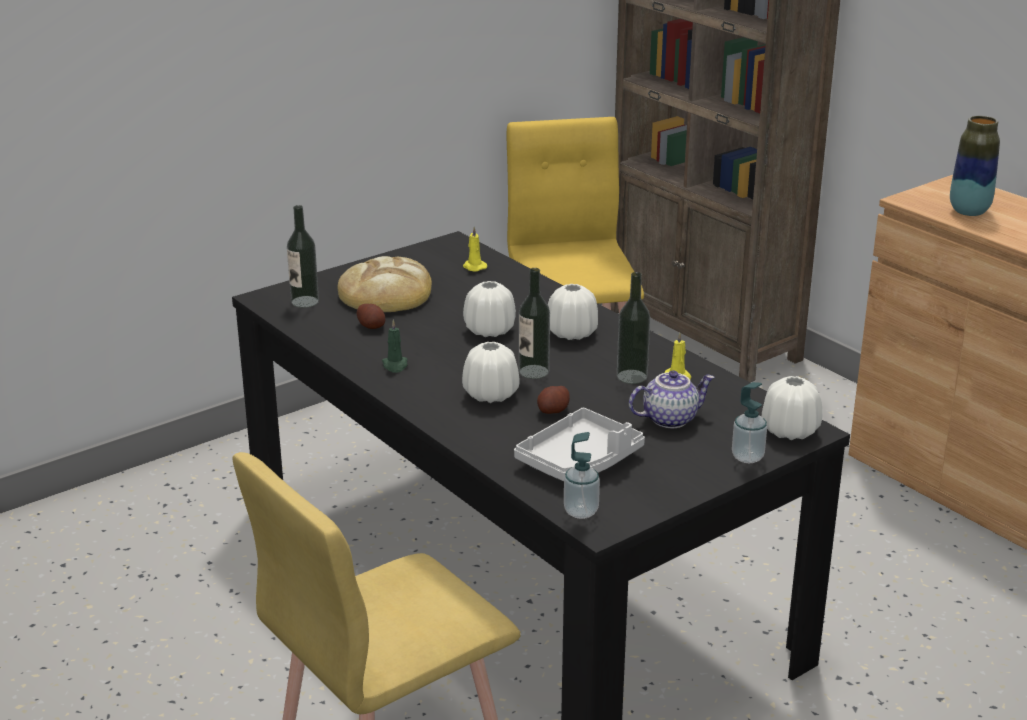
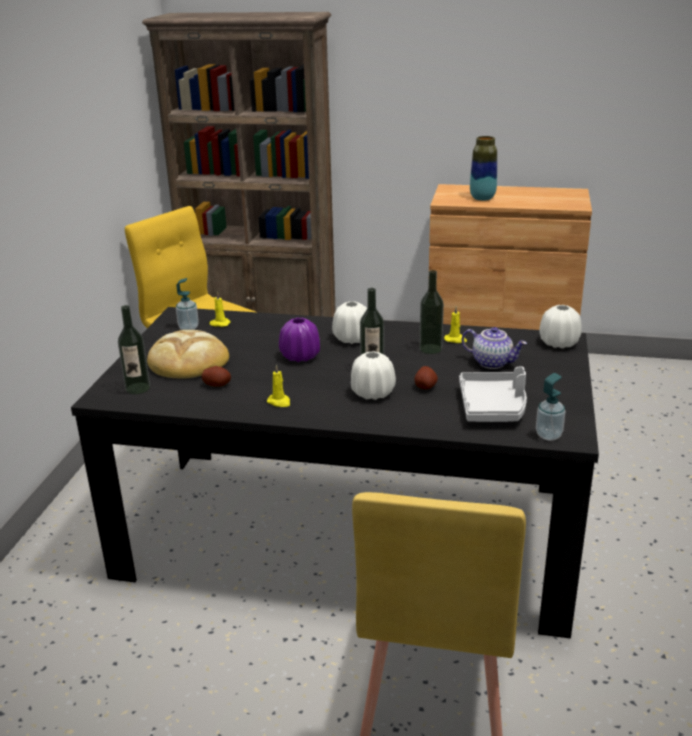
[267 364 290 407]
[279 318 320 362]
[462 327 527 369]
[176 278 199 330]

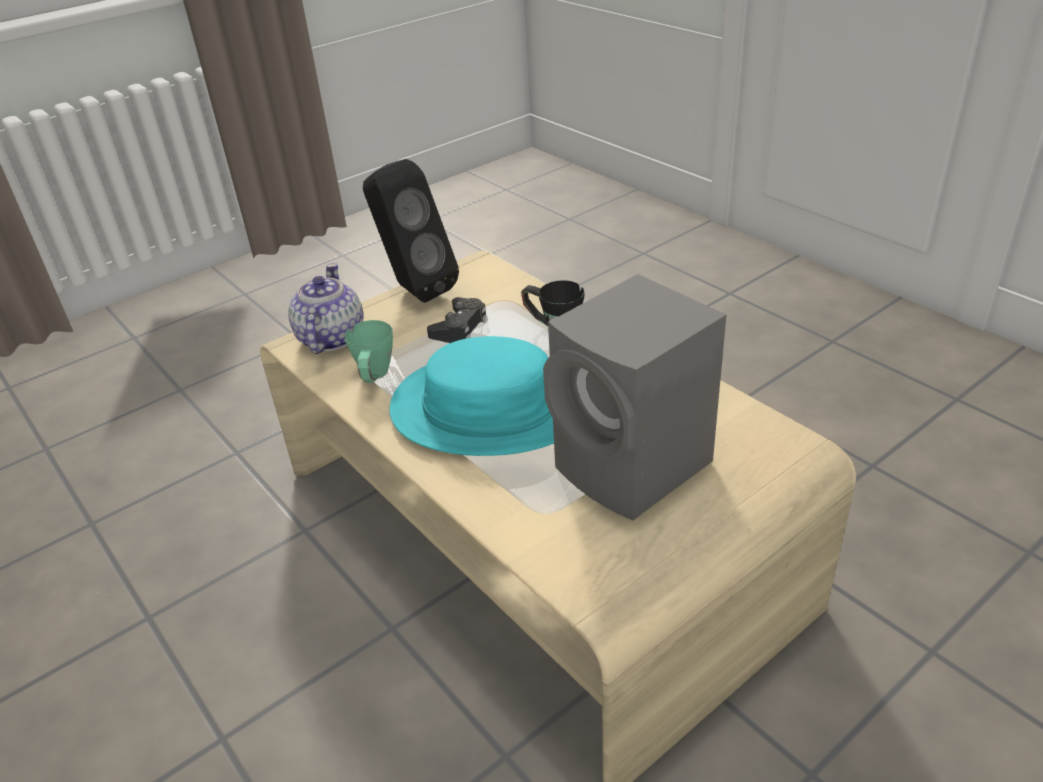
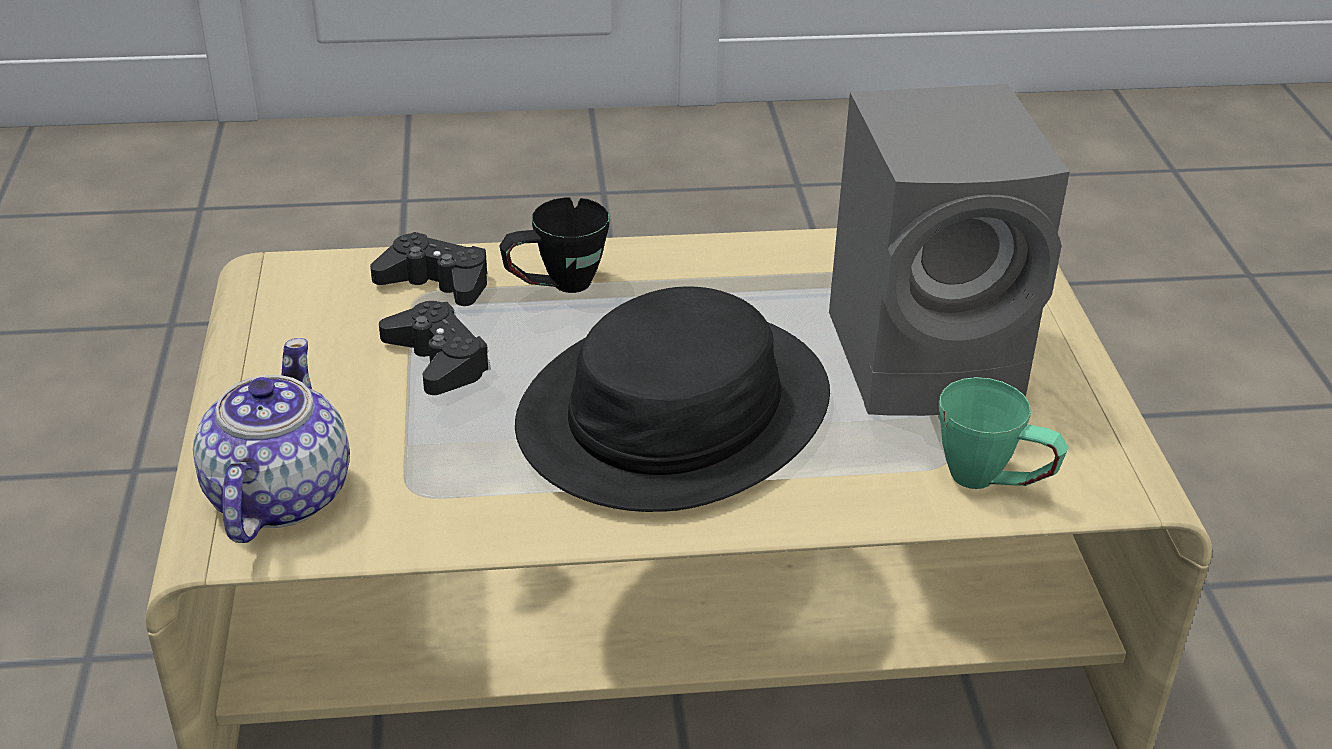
[193 338 350 543]
[939 377 1069 489]
[363 159 459 303] (first image)
[515 287 830 512]
[370 232 487 306]

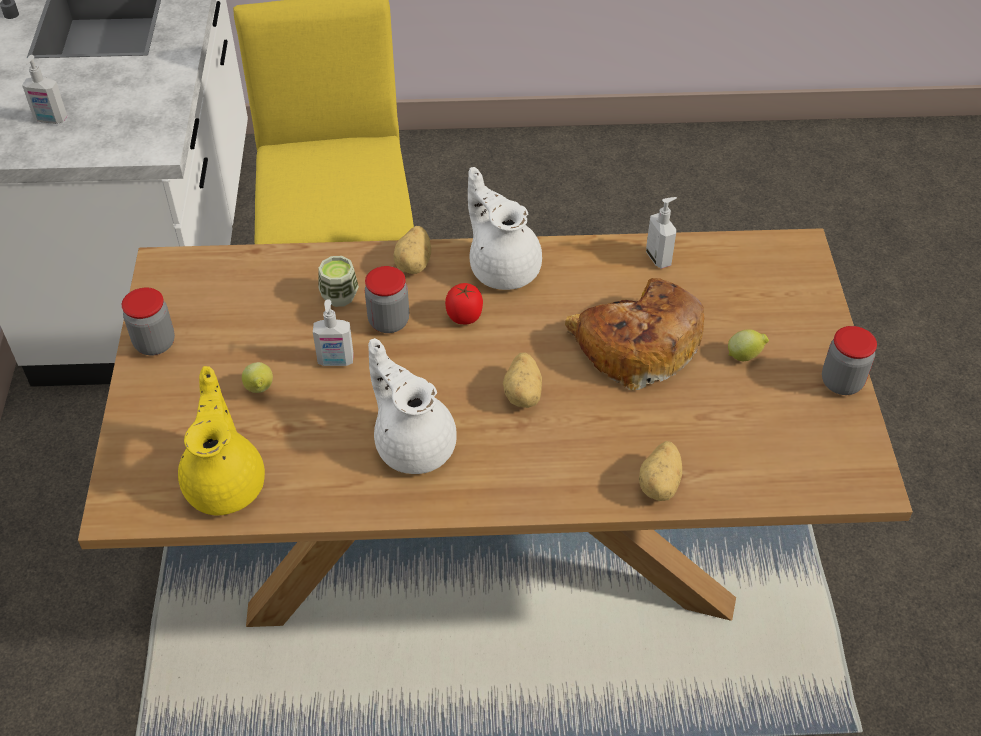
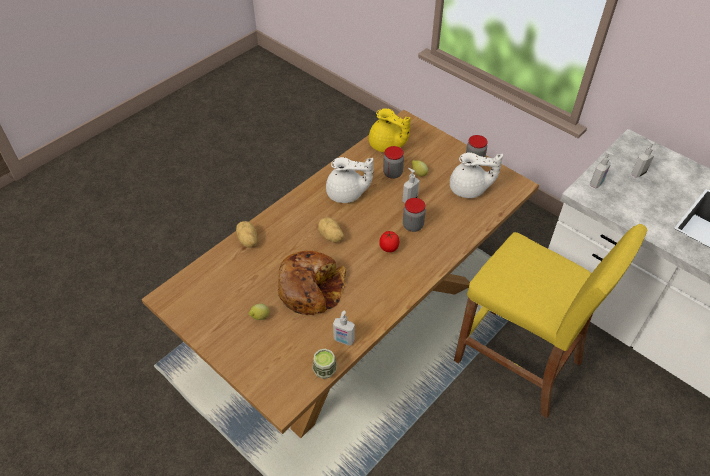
[312 348 337 379]
[394 226 431 274] (first image)
[450 152 503 198]
[383 146 404 179]
[590 151 614 188]

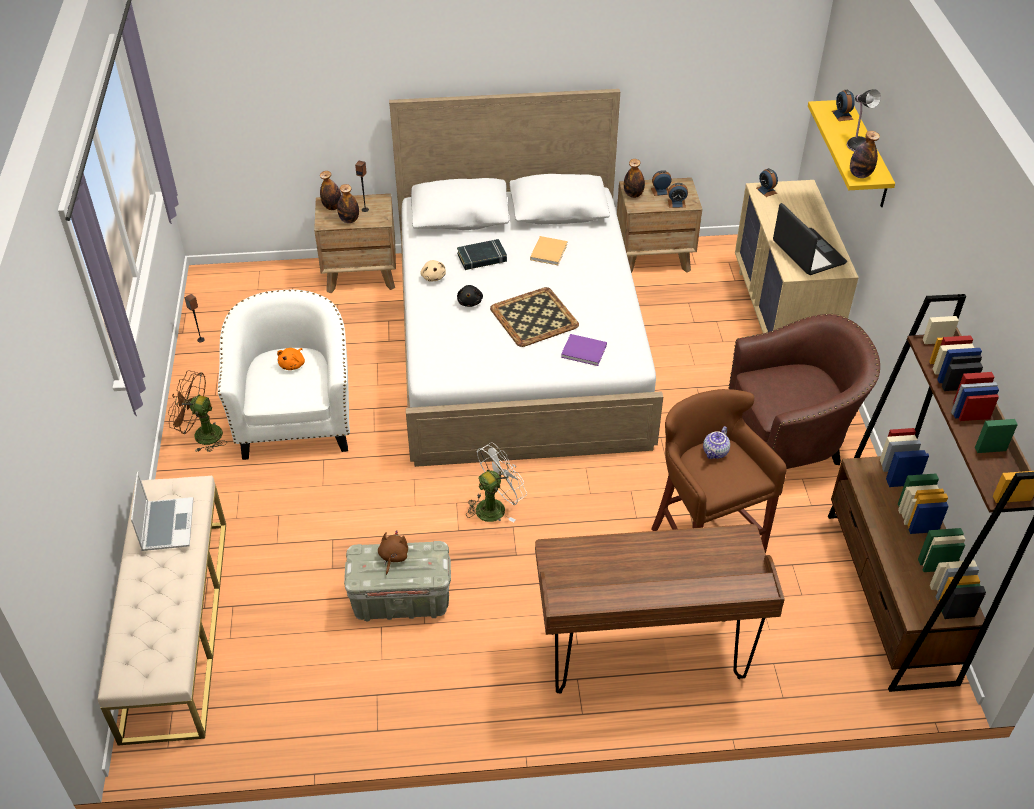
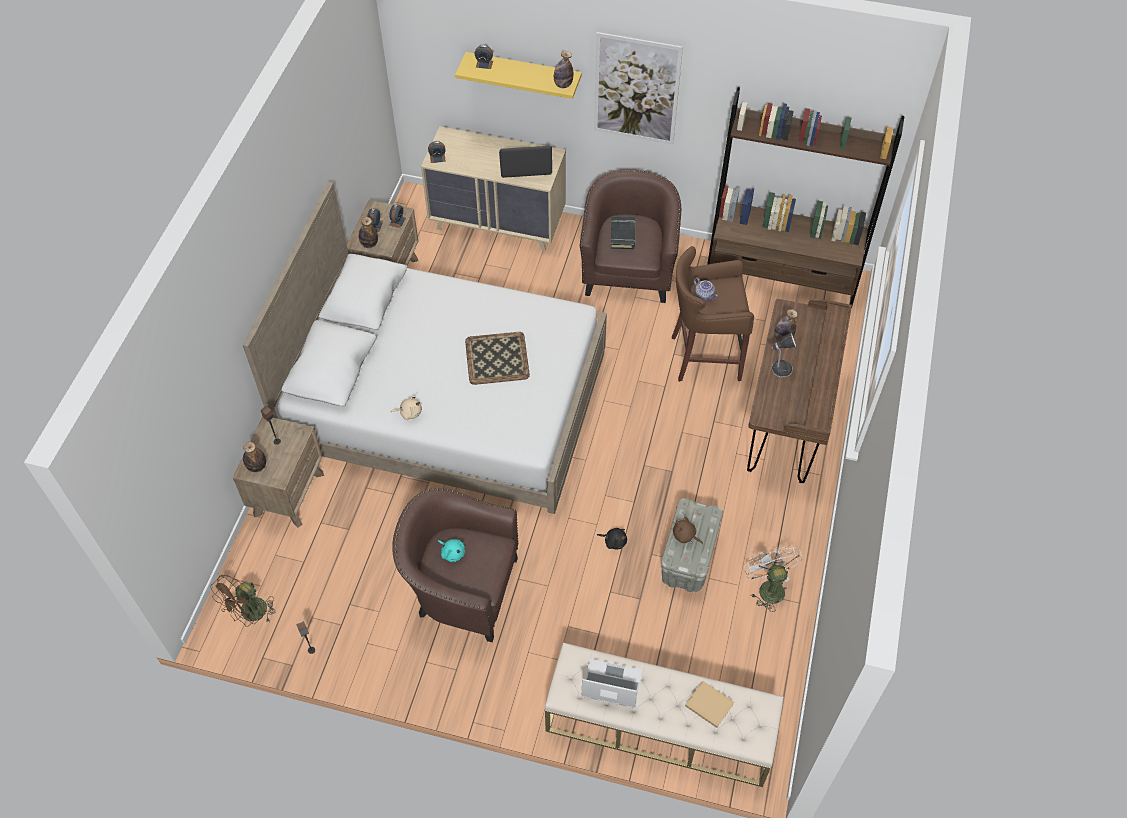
[211 574 275 627]
[392 488 518 642]
[438 539 465 562]
[774 309 798 341]
[611 217 635 249]
[597 528 627 550]
[744 545 803 612]
[685 680 734 728]
[561 334 607 366] (first image)
[771 333 796 378]
[594 32 683 145]

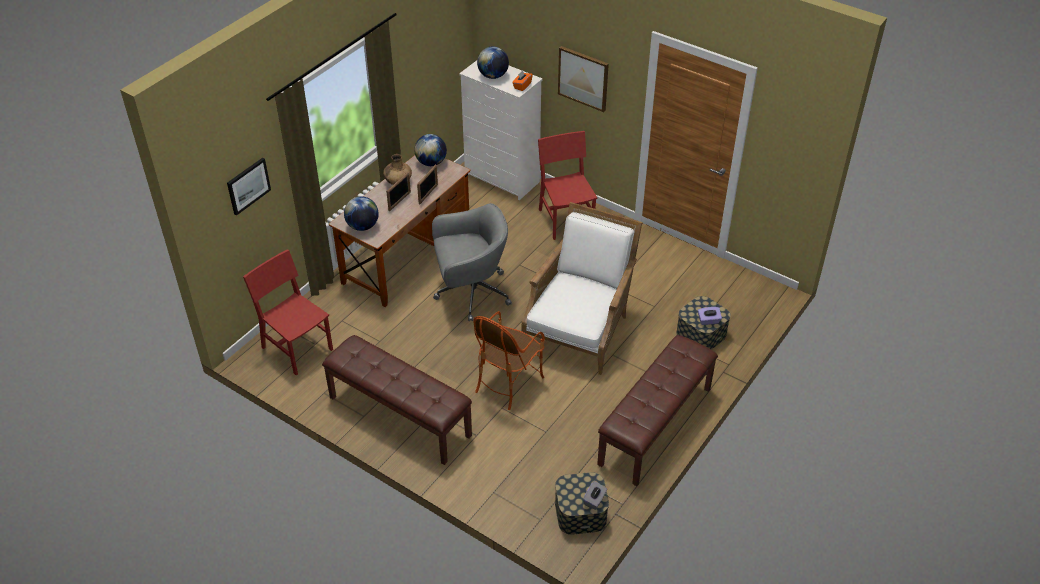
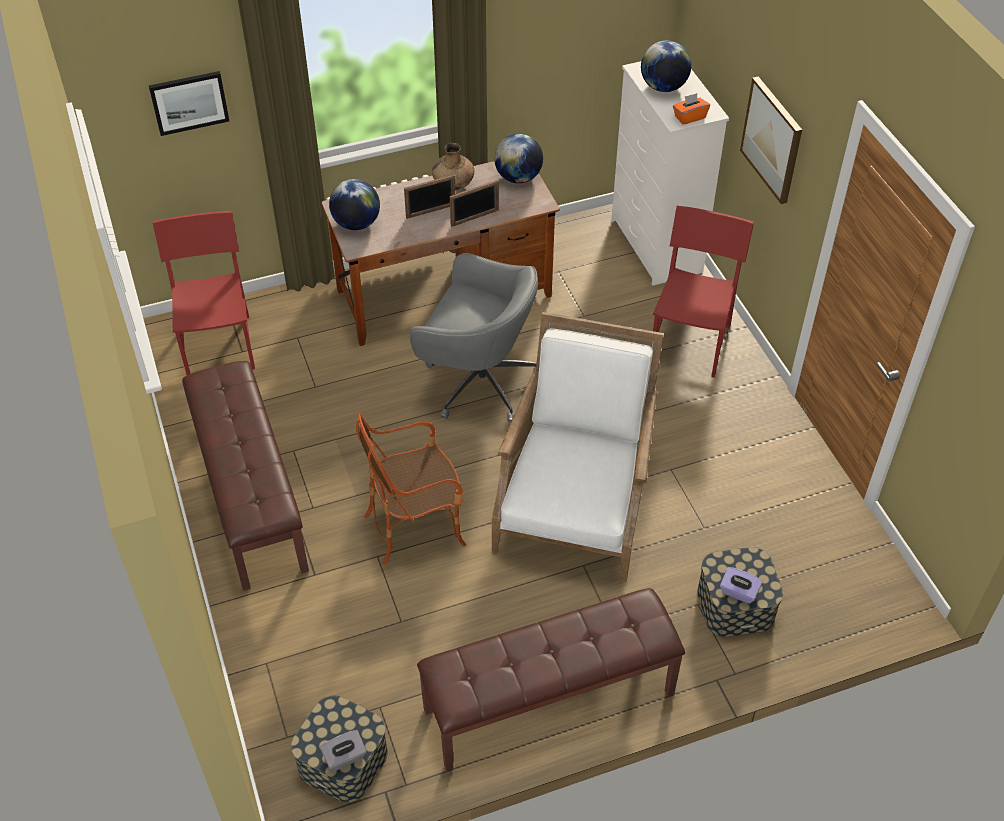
[492 312 664 582]

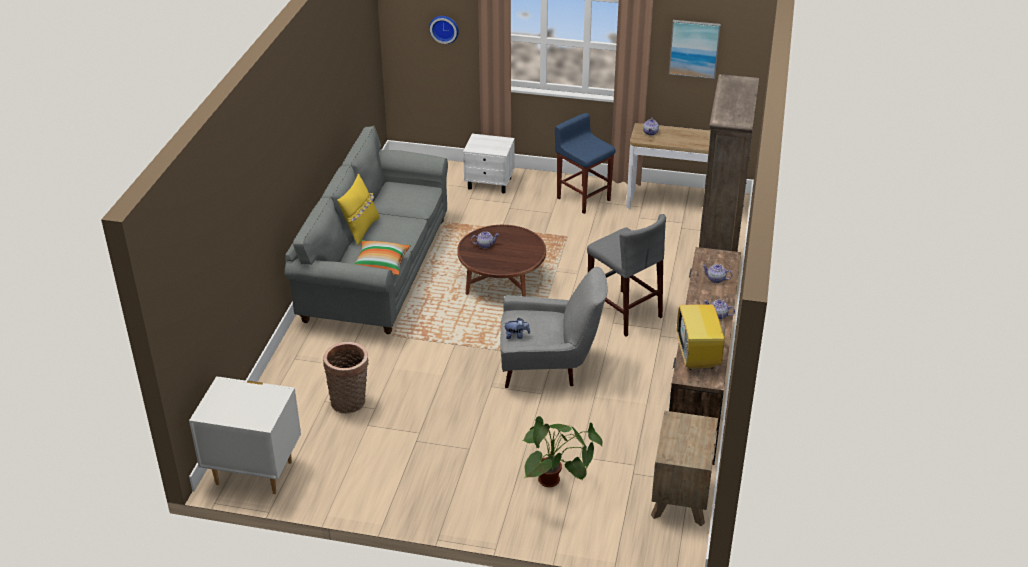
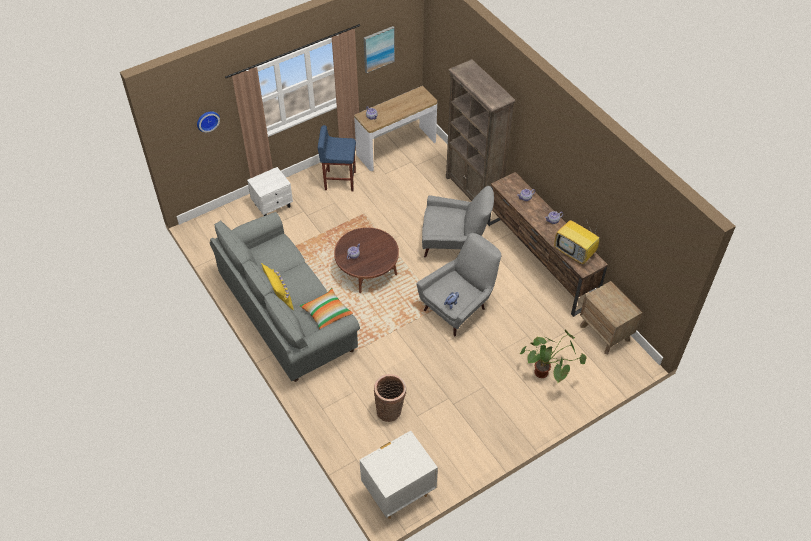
[422 186 494 257]

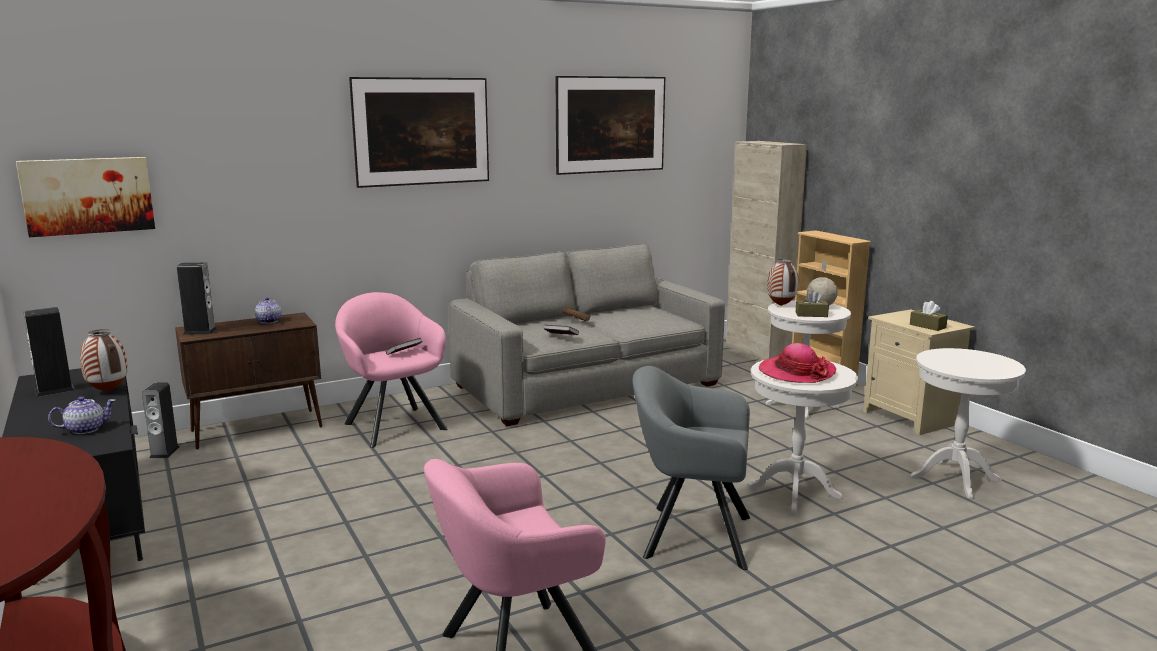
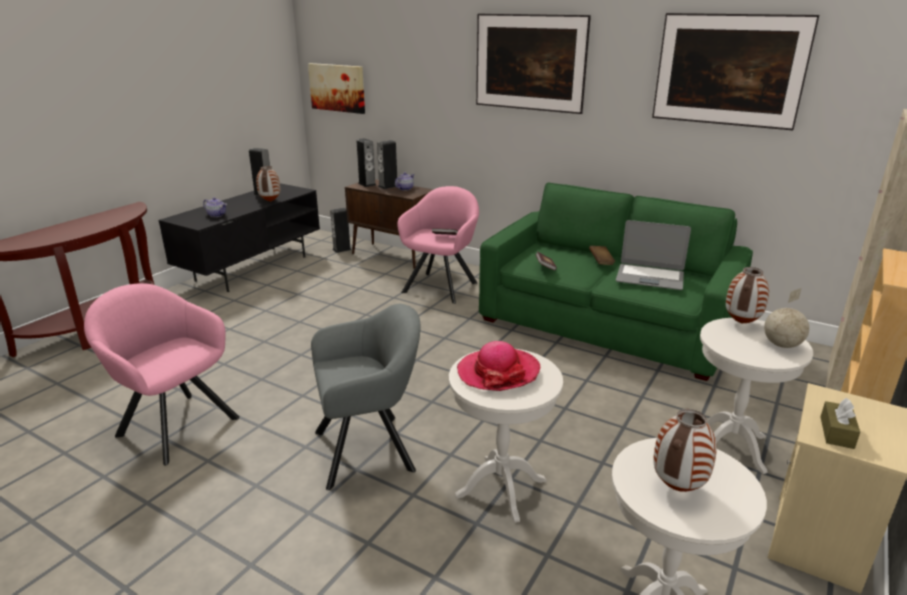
[479 183 753 381]
[311 304 421 490]
[796 290 829 317] (first image)
[377 140 397 189]
[616 220 691 290]
[653 409 717 492]

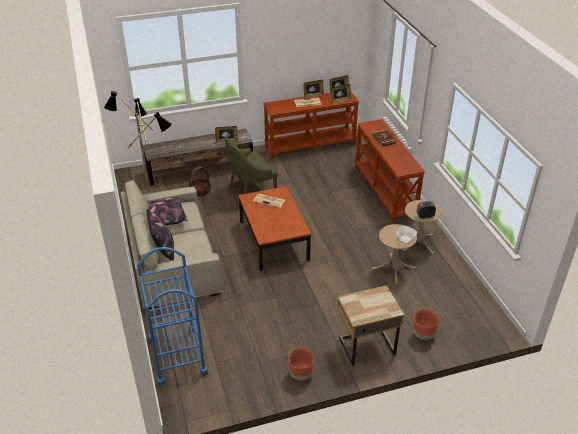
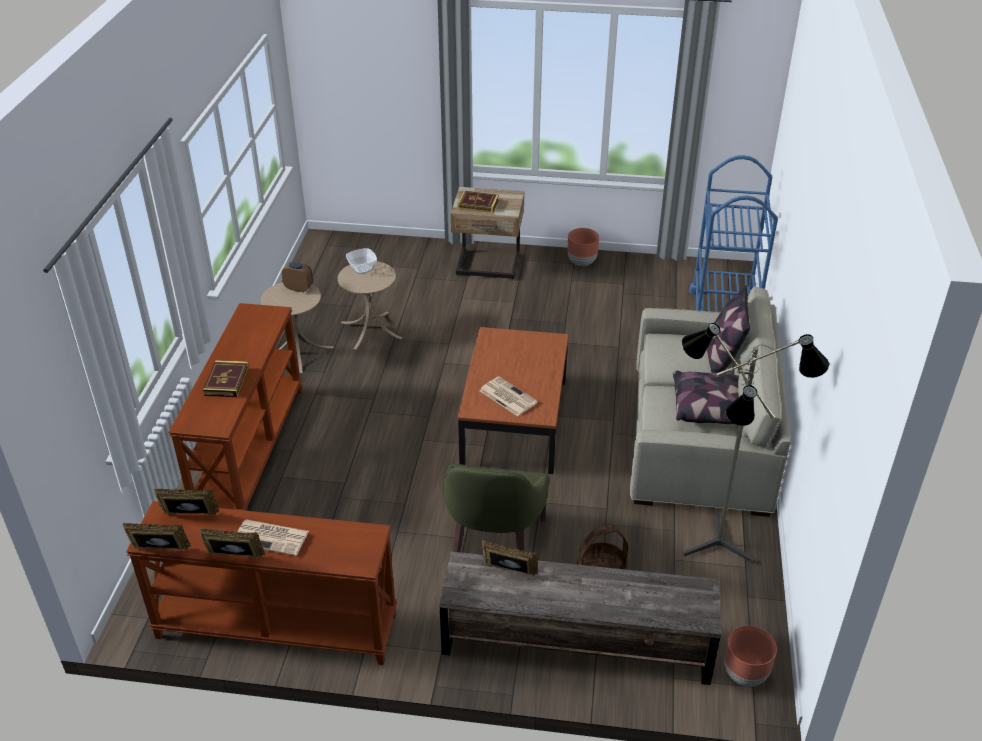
[443 464 549 552]
[724 626 777 687]
[457 191 499 213]

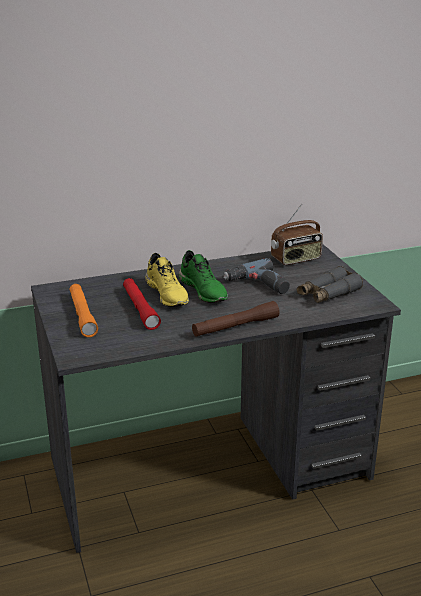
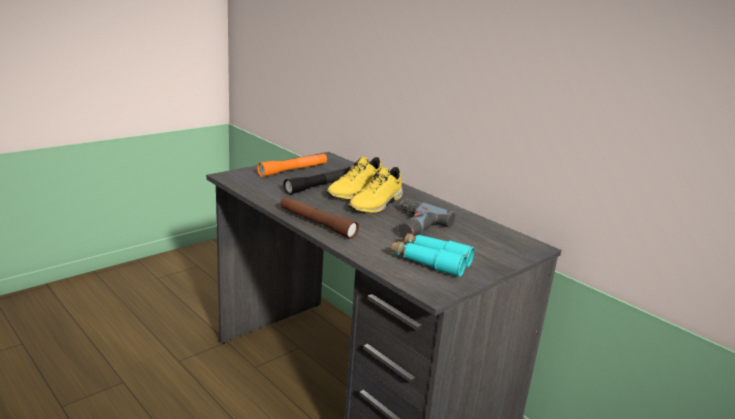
[283 167 351 195]
[348 167 403 213]
[271 204 323 265] (first image)
[391 233 474 277]

